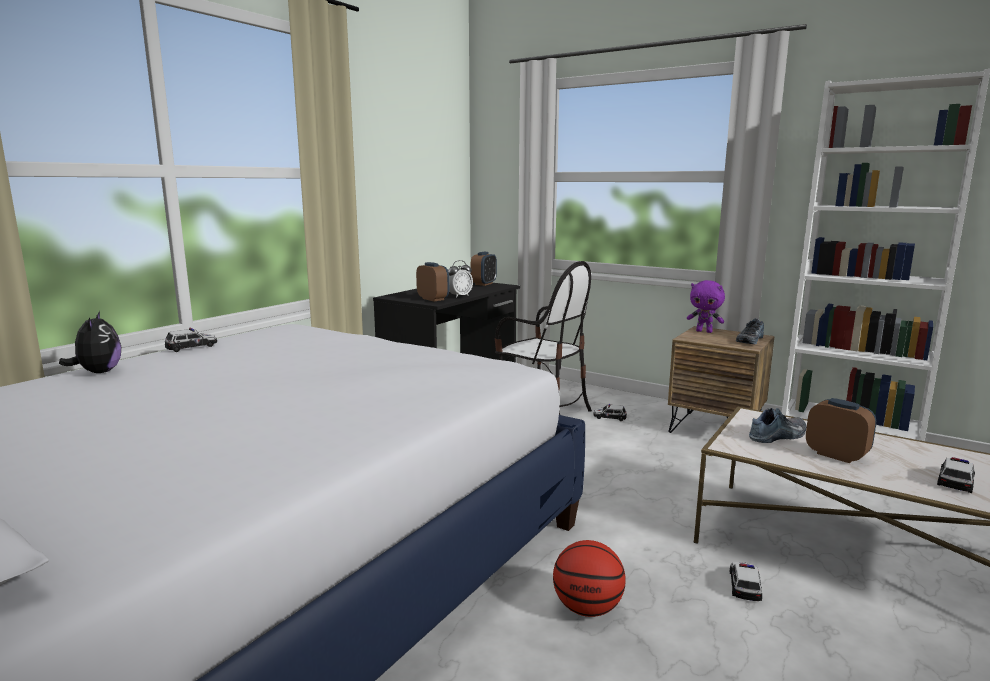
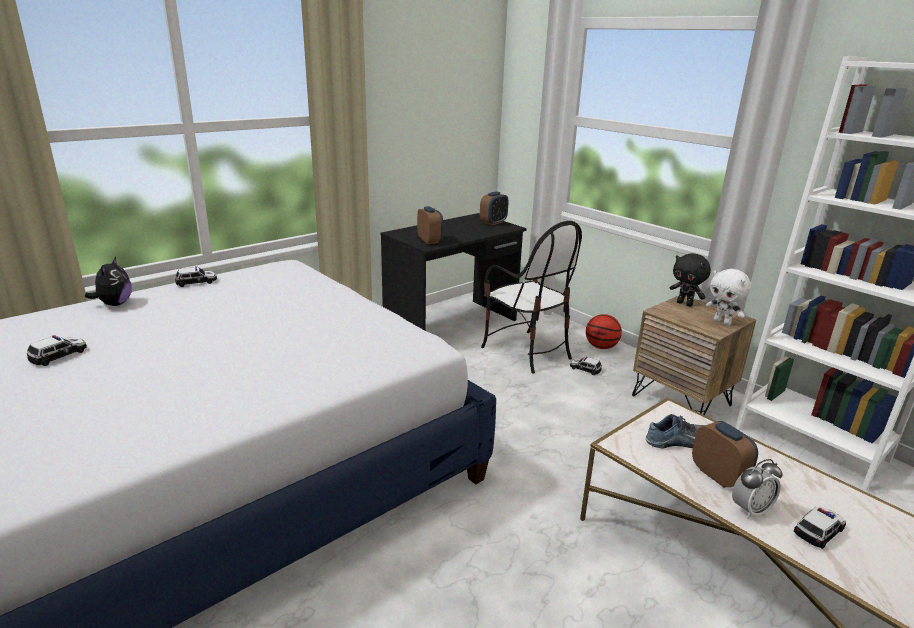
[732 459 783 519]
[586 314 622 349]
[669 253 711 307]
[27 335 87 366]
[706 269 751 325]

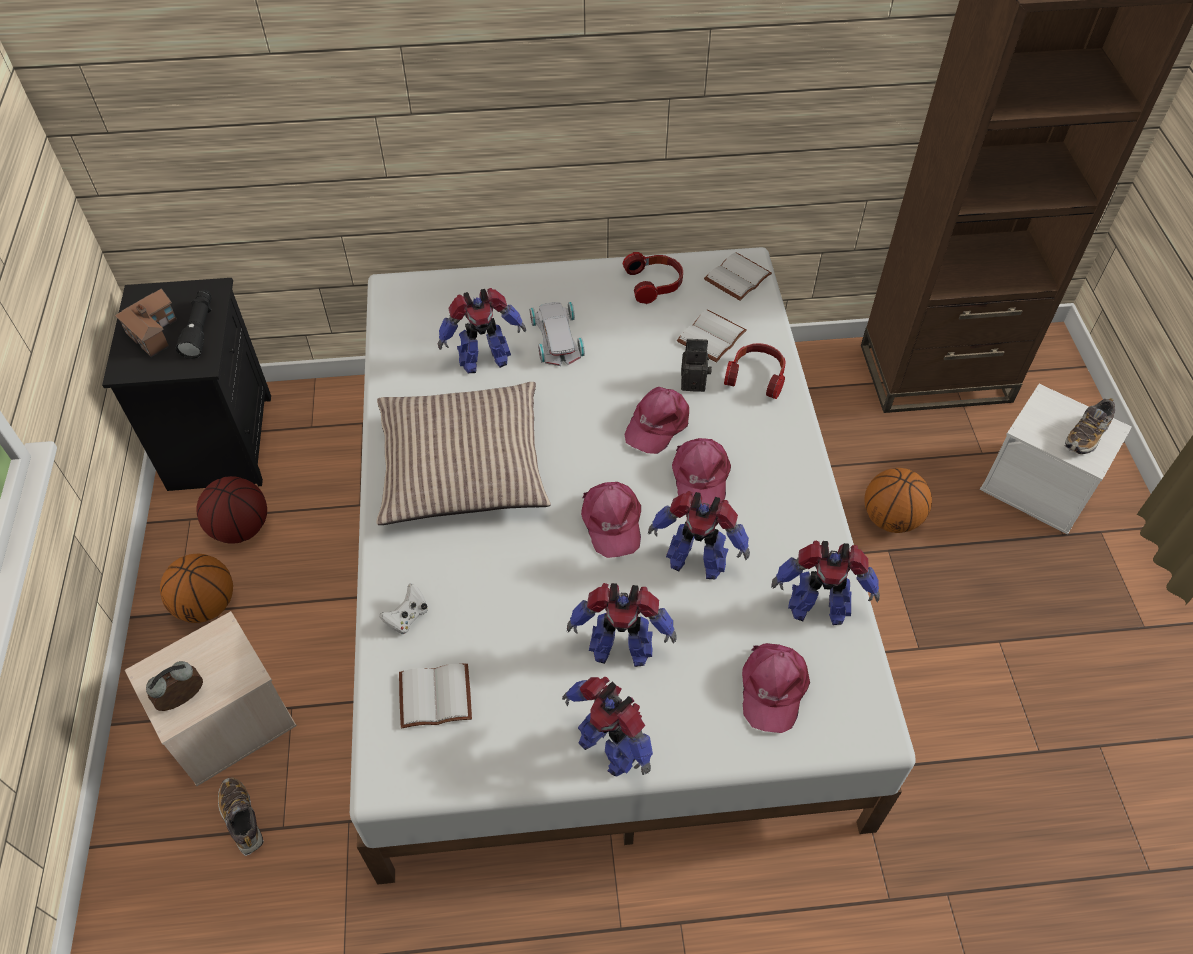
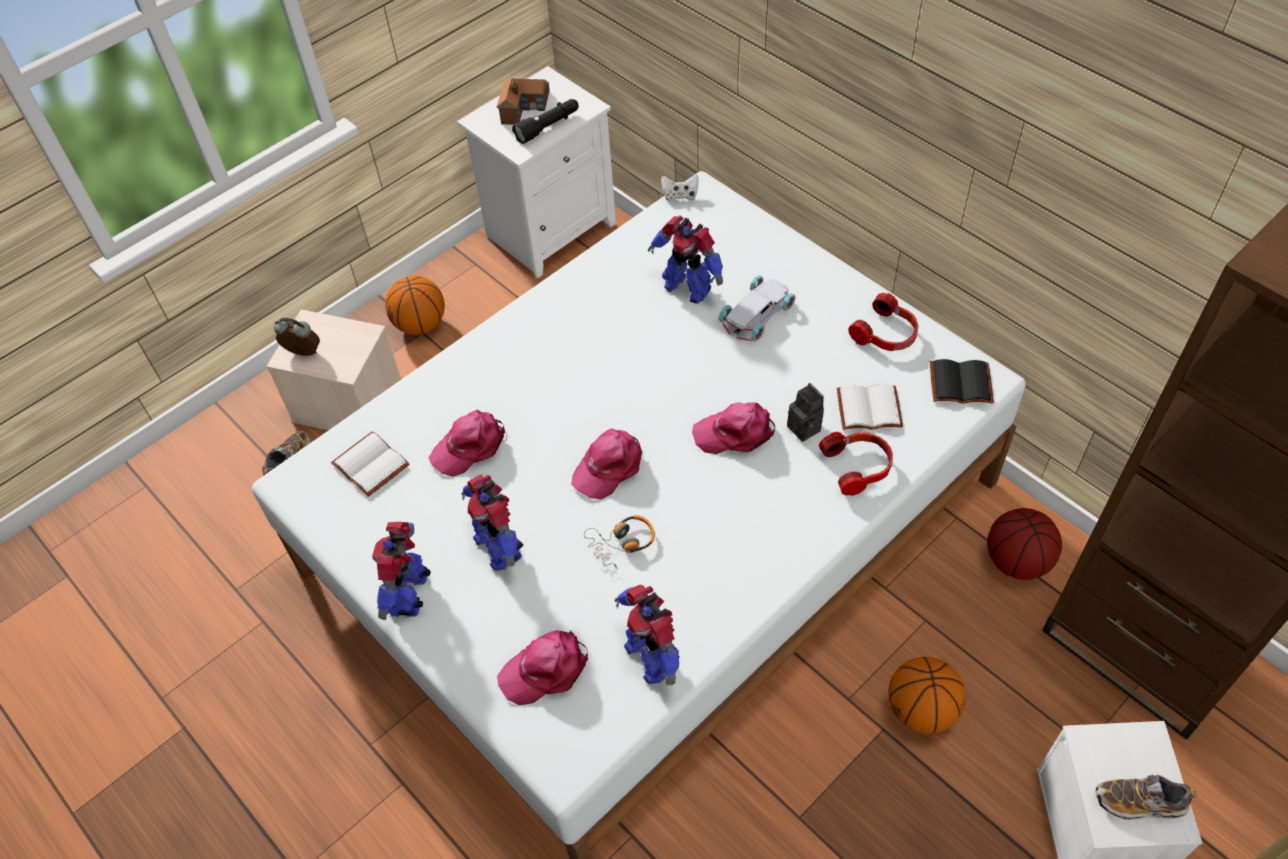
[457 66 616 279]
[987 508 1062 580]
[377 382 551 525] (first image)
[661 174 699 201]
[584 515 655 570]
[429 410 505 477]
[930 359 994 404]

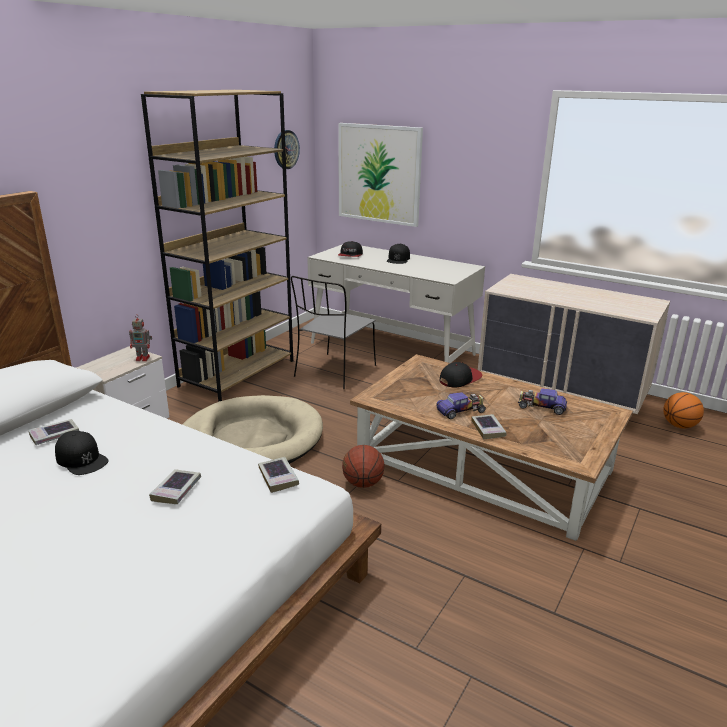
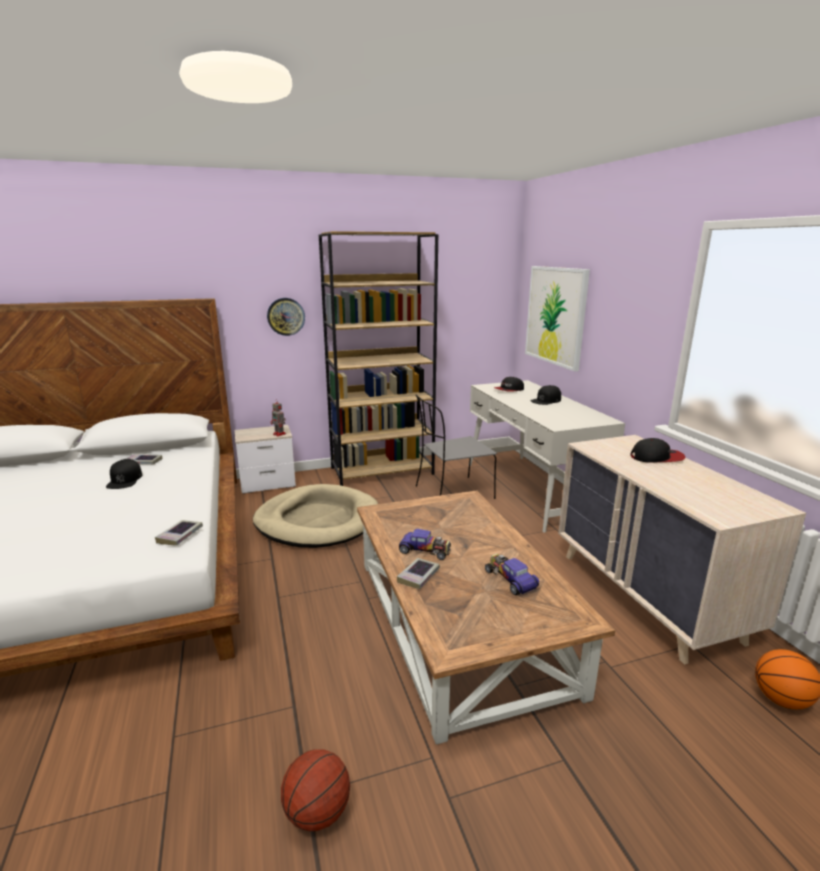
[149 469 201 504] (first image)
[267 298 305 336]
[281 749 350 831]
[630 438 685 463]

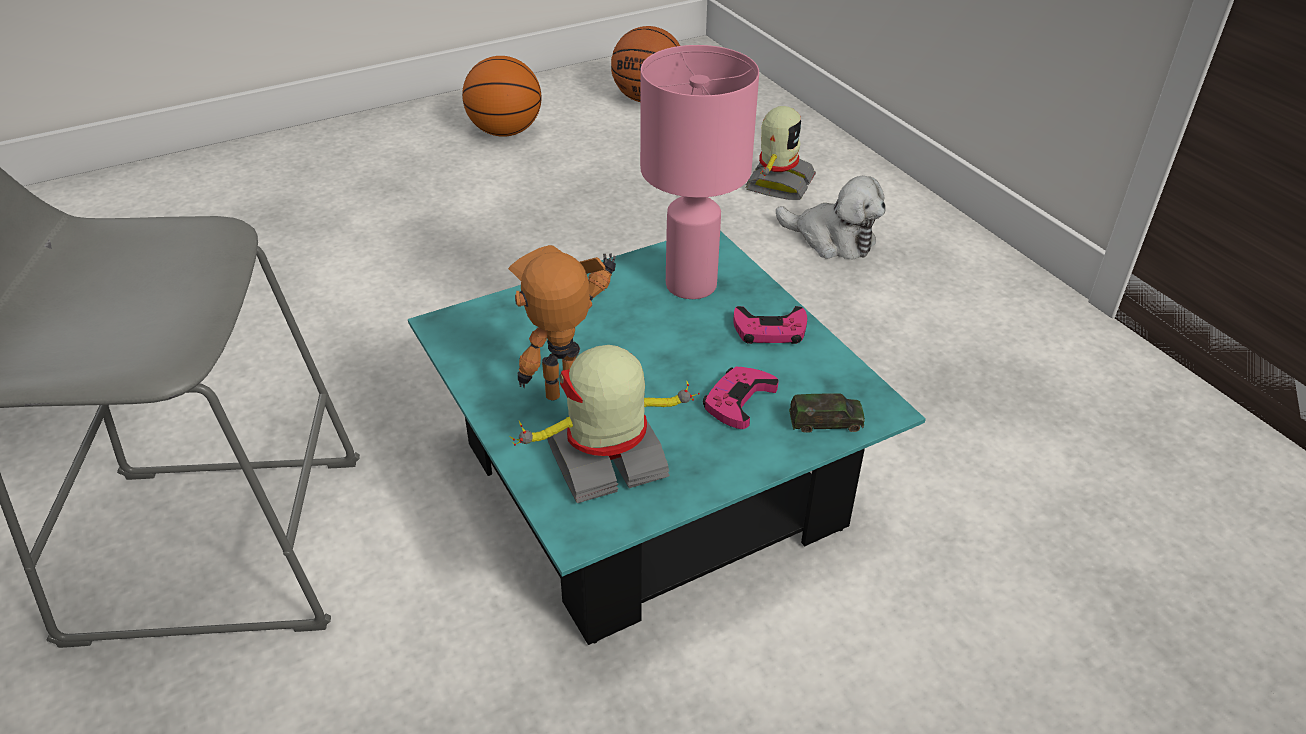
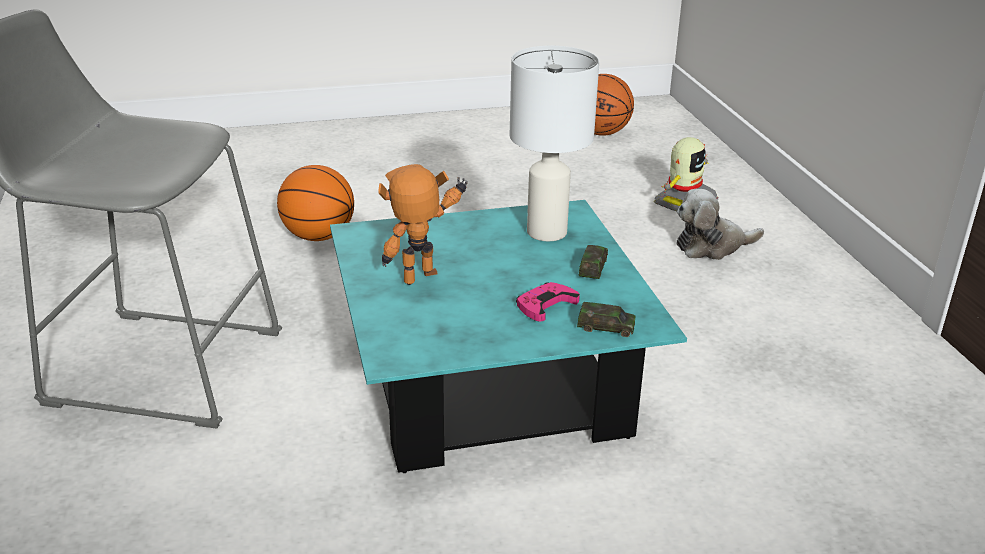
[277 165 354 241]
[509 345 700 503] (first image)
[510 46 599 241]
[579 245 608 279]
[677 189 764 260]

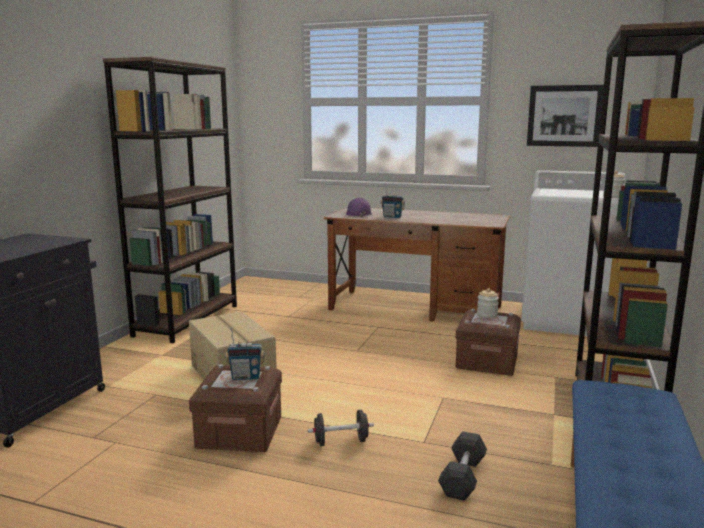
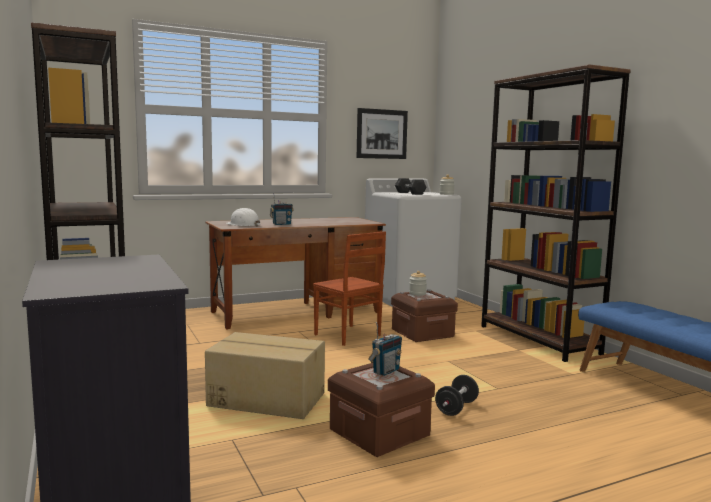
[226 208 260 227]
[395 178 426 195]
[313 231 386 346]

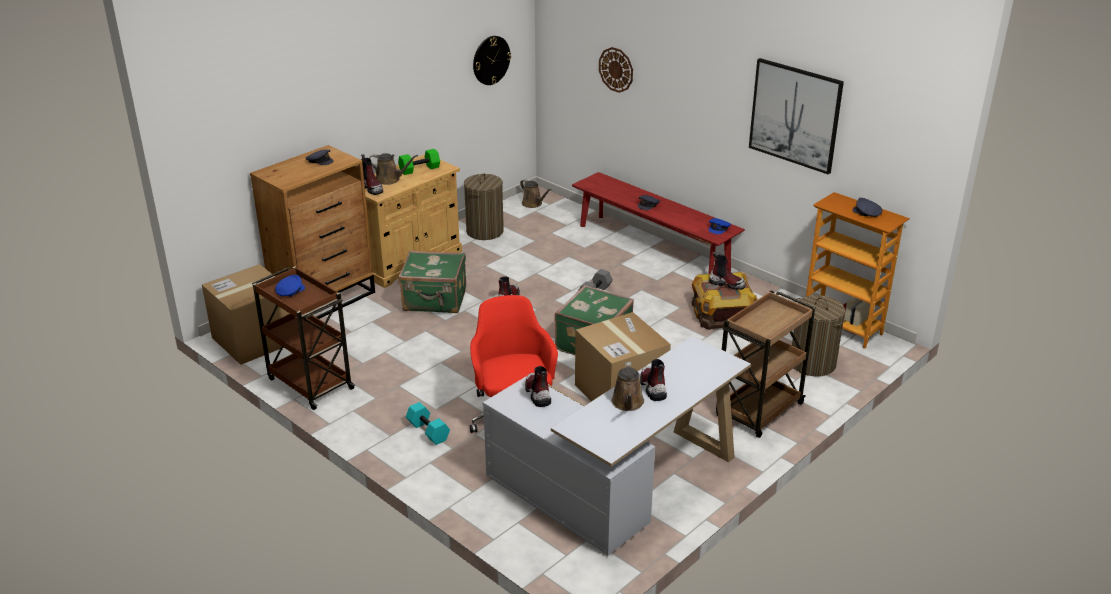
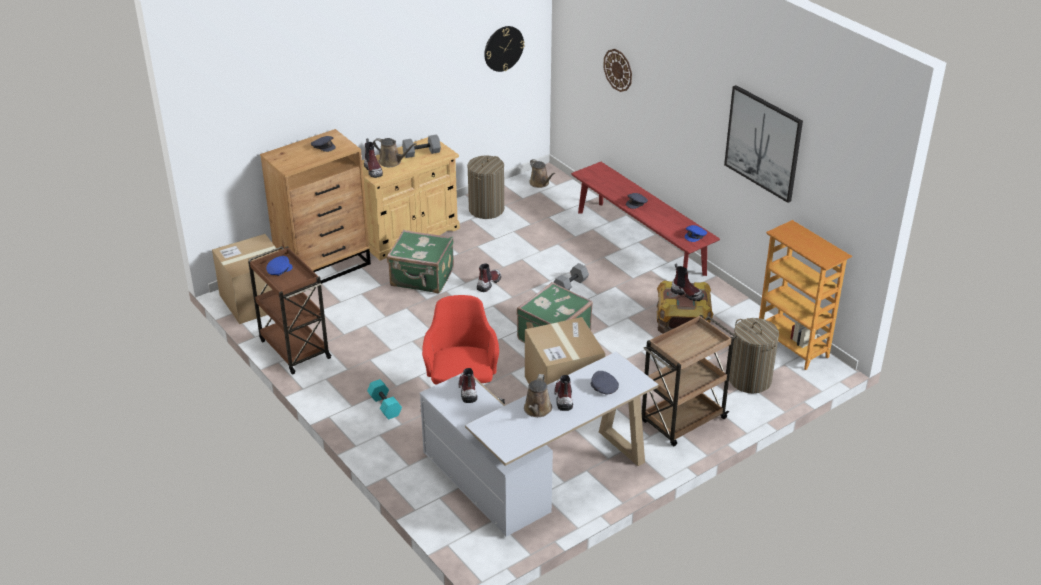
[402 135 441 158]
[591 371 619 395]

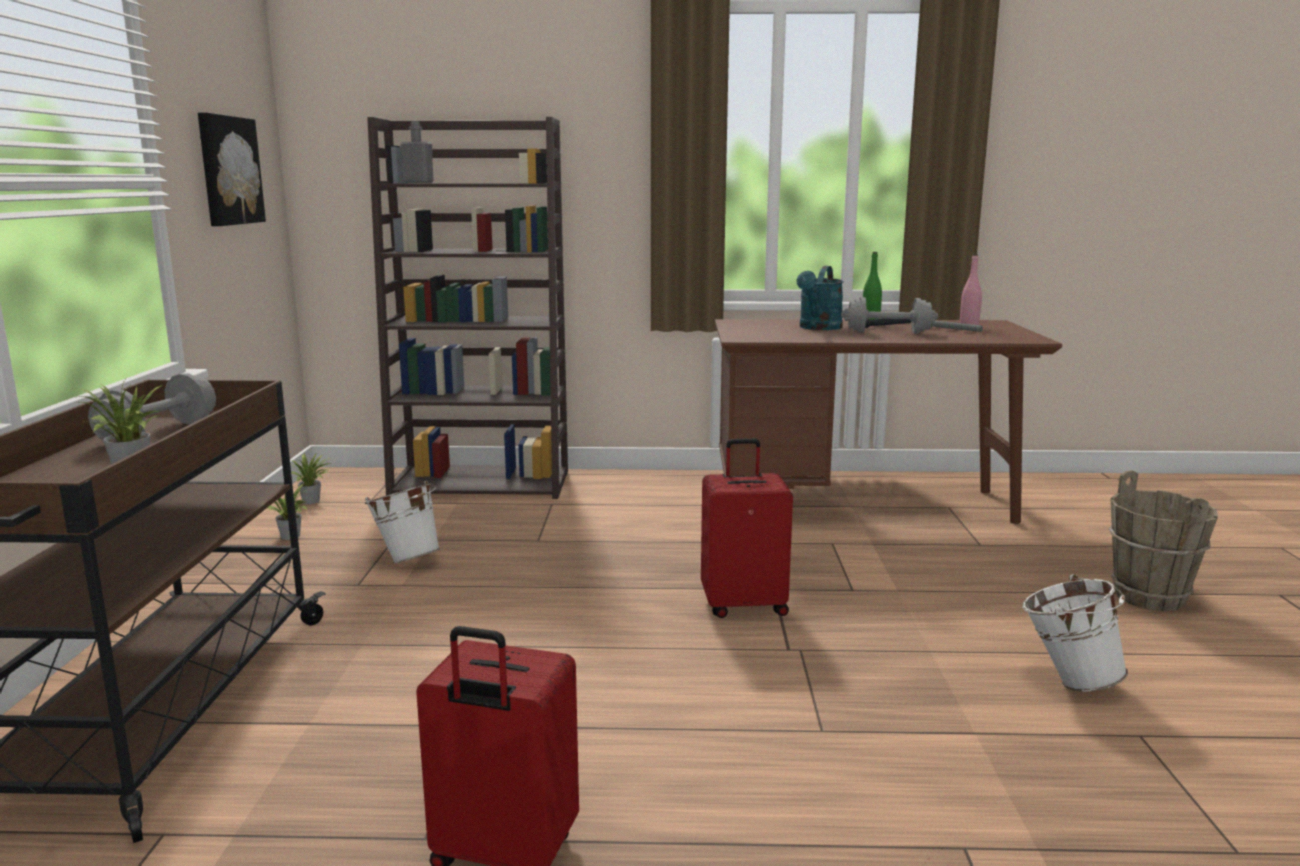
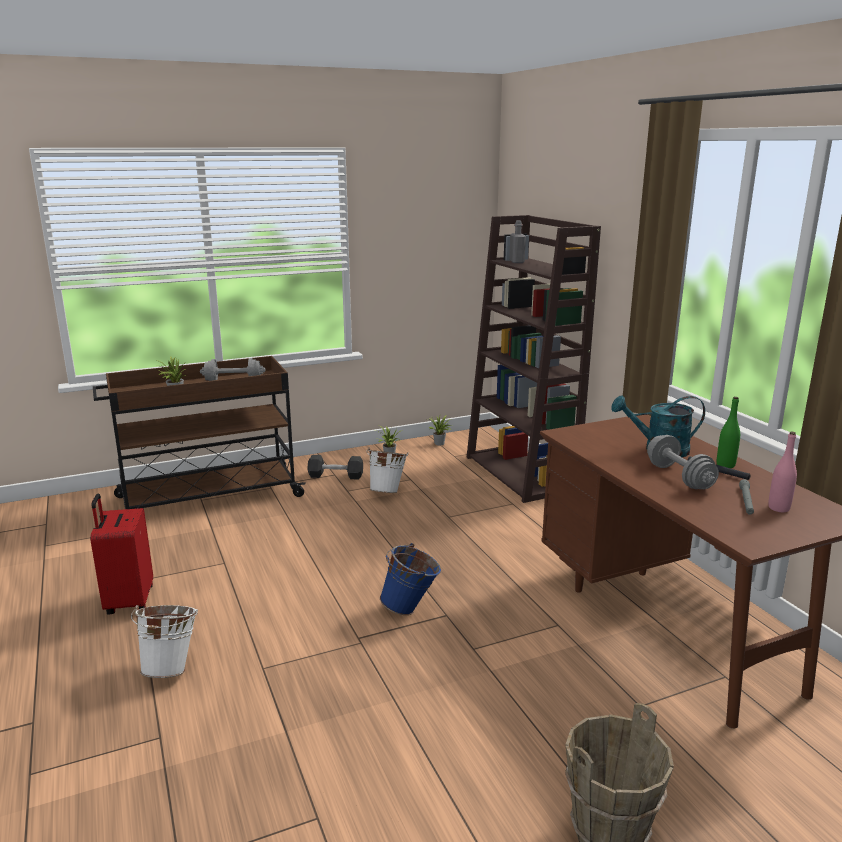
[198 113 266 226] (first image)
[380 543 441 615]
[131 605 198 678]
[307 455 363 480]

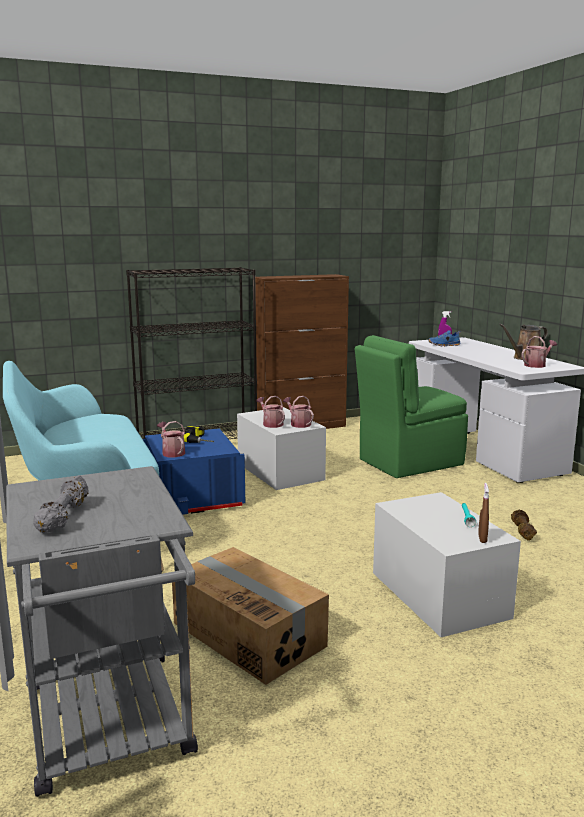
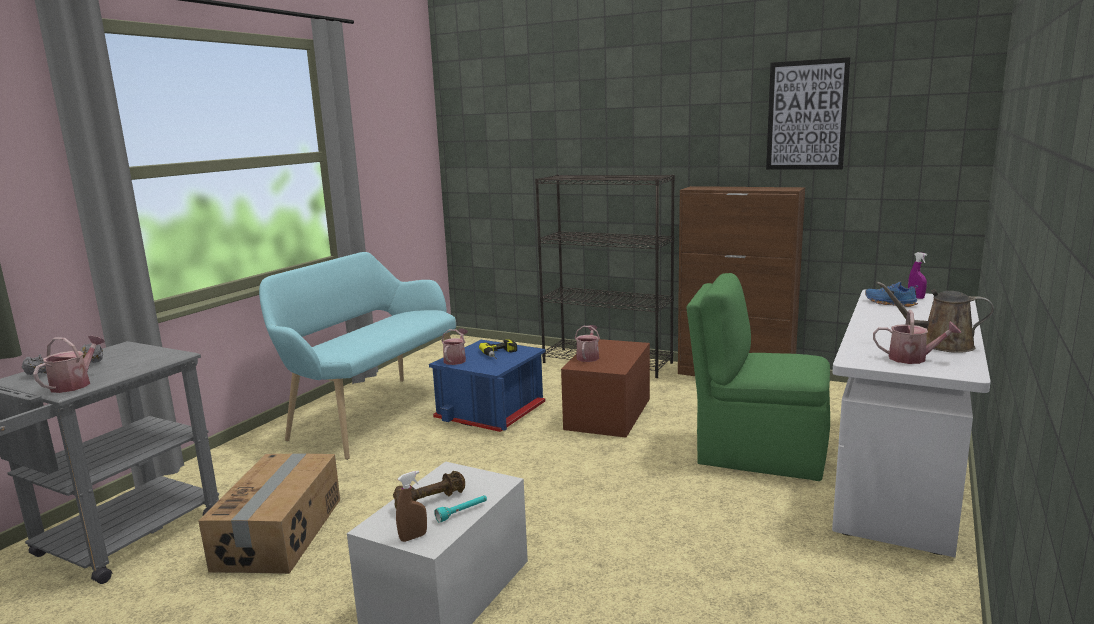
[561 339 650 438]
[33 336 105 393]
[393 471 465 508]
[766 57 851 170]

